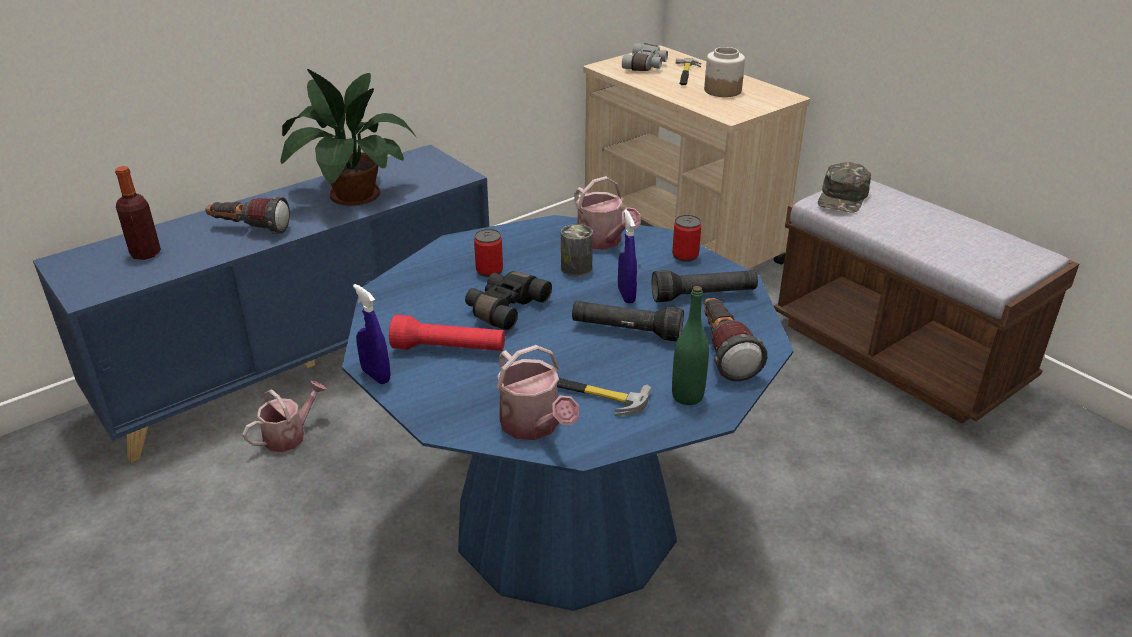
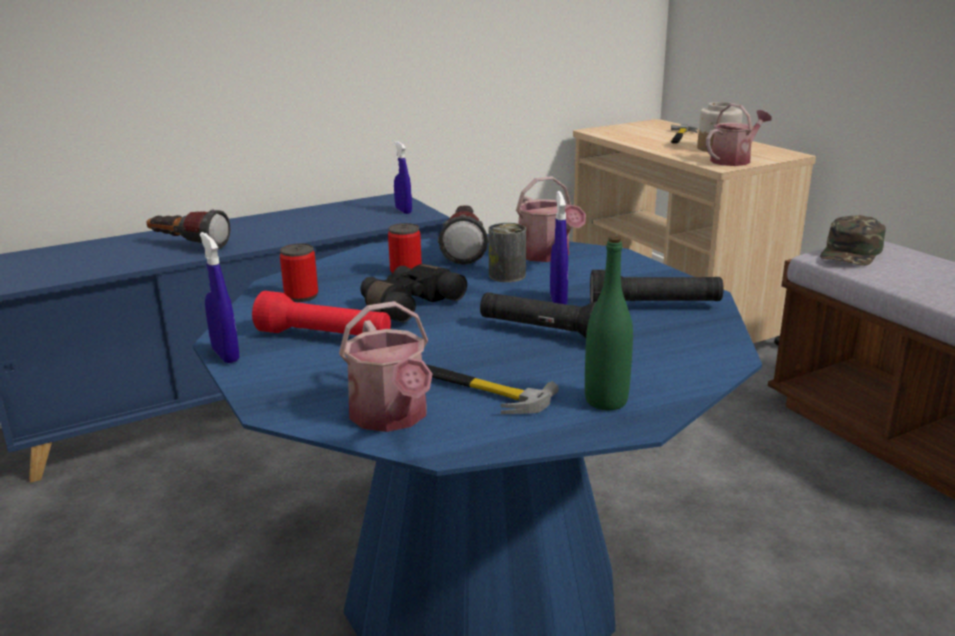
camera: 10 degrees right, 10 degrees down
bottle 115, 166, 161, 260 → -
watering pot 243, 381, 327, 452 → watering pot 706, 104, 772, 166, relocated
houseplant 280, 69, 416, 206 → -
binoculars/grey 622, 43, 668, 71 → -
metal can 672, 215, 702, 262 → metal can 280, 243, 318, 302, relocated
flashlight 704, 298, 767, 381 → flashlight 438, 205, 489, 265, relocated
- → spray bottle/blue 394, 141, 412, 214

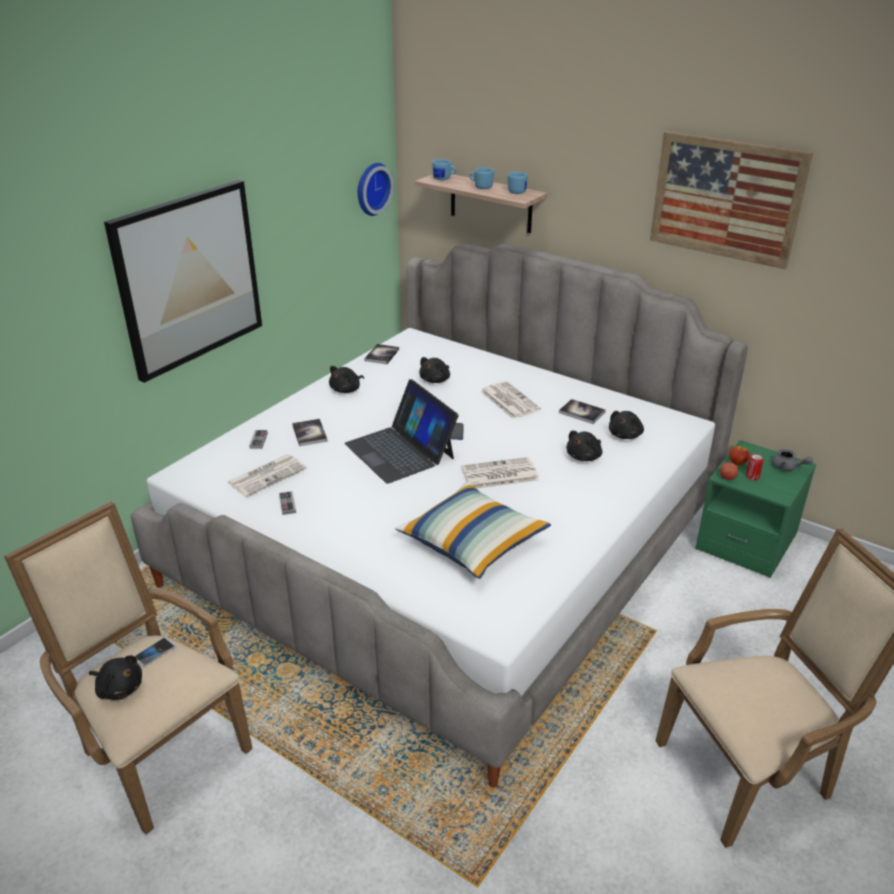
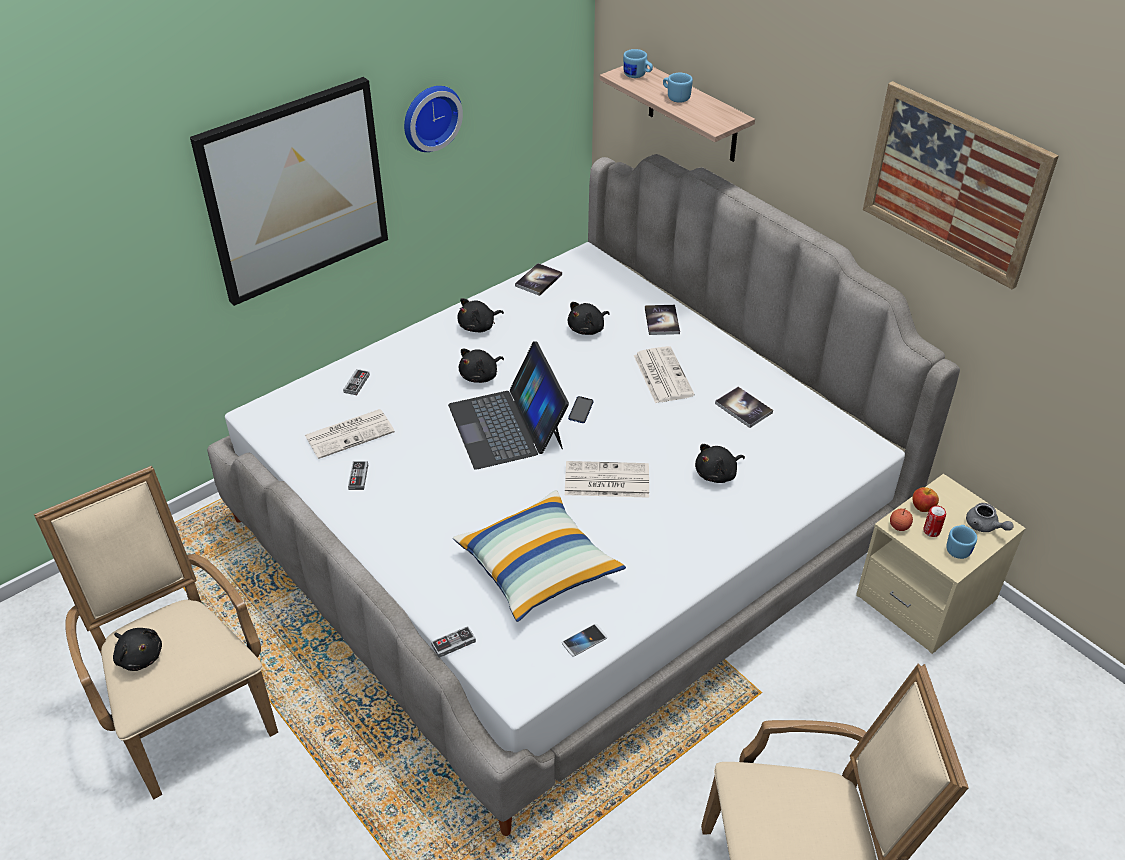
camera: 15 degrees right, 10 degrees up
phone 134, 637, 176, 667 → phone 562, 624, 607, 657, relocated
bound book 292, 419, 328, 446 → bound book 645, 305, 680, 335, relocated
wall clock 358, 163, 394, 216 → wall clock 404, 86, 463, 152, relocated
mug/blue 508, 172, 528, 194 → mug/blue 946, 525, 977, 559, relocated
cuddly toy/black 609, 411, 644, 439 → cuddly toy/black 459, 349, 504, 383, relocated
bedside table/green 695, 440, 816, 578 → bedside table/beige-coloured 856, 474, 1026, 654
- → game controller 431, 626, 476, 658

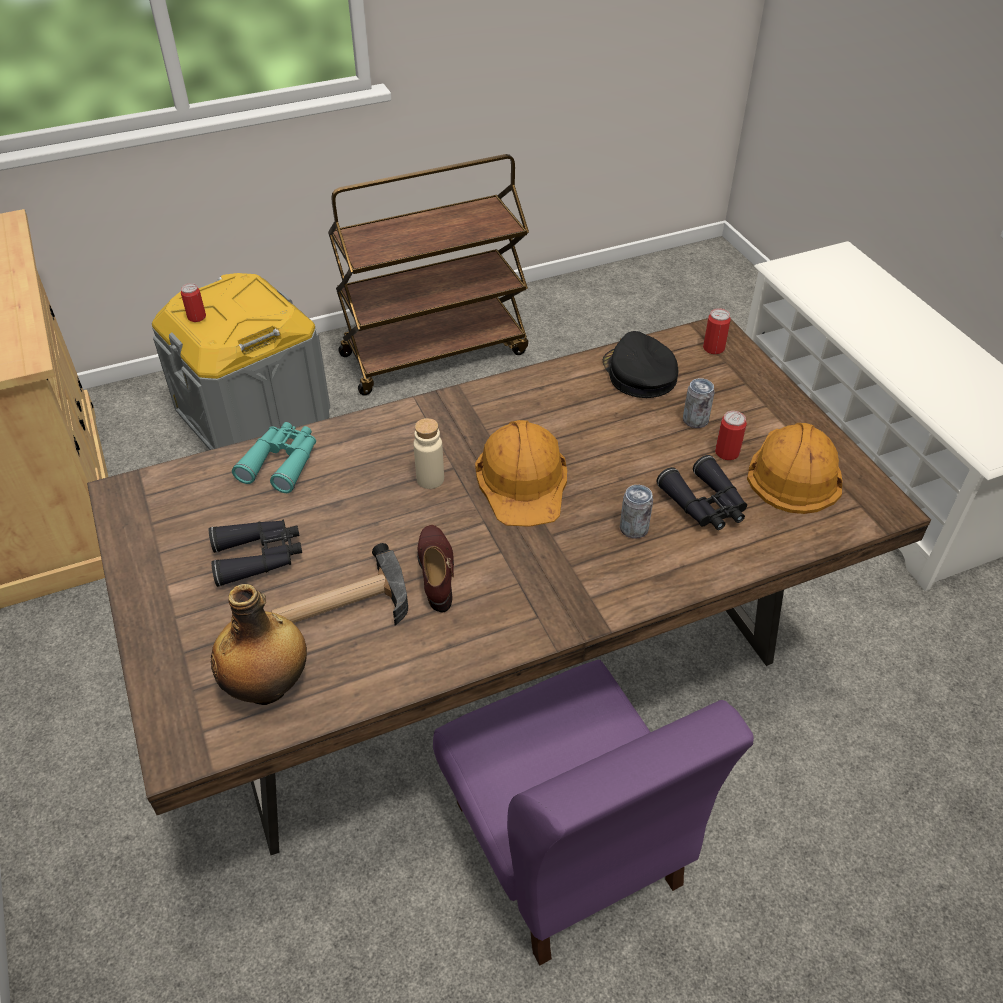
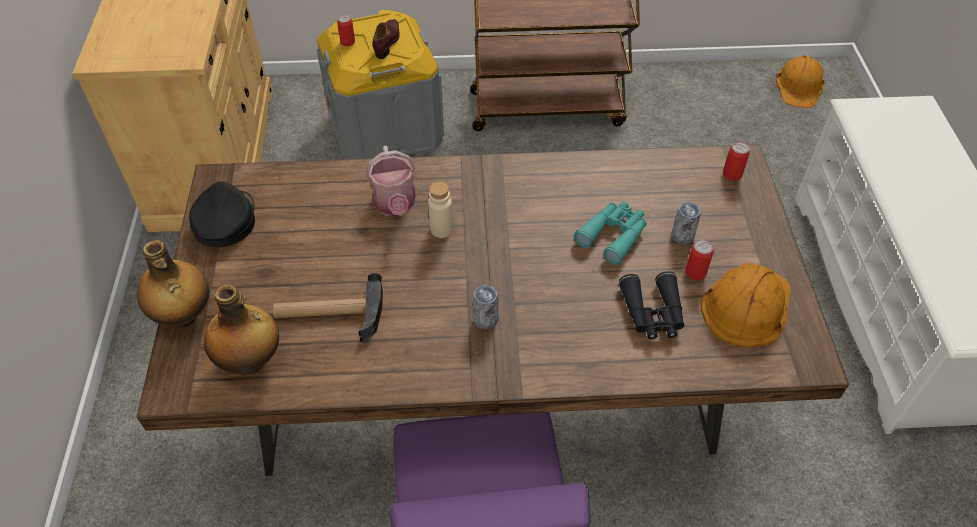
camera: 20 degrees right, 5 degrees up
binoculars/black 209, 520, 302, 587 → -
binoculars/blue-green 232, 422, 316, 493 → binoculars/blue-green 574, 201, 647, 265, relocated
shoe/brownish 417, 525, 454, 612 → shoe/brownish 372, 19, 399, 59, relocated
safety helmet/orangey 475, 420, 567, 527 → safety helmet/orangey 776, 56, 824, 108, relocated
baseball cap/black 603, 331, 678, 398 → baseball cap/black 189, 181, 255, 247, relocated
metal can 620, 485, 653, 539 → metal can 473, 285, 498, 329, relocated
- → bottle 137, 240, 209, 327
- → watering pot 366, 145, 416, 216

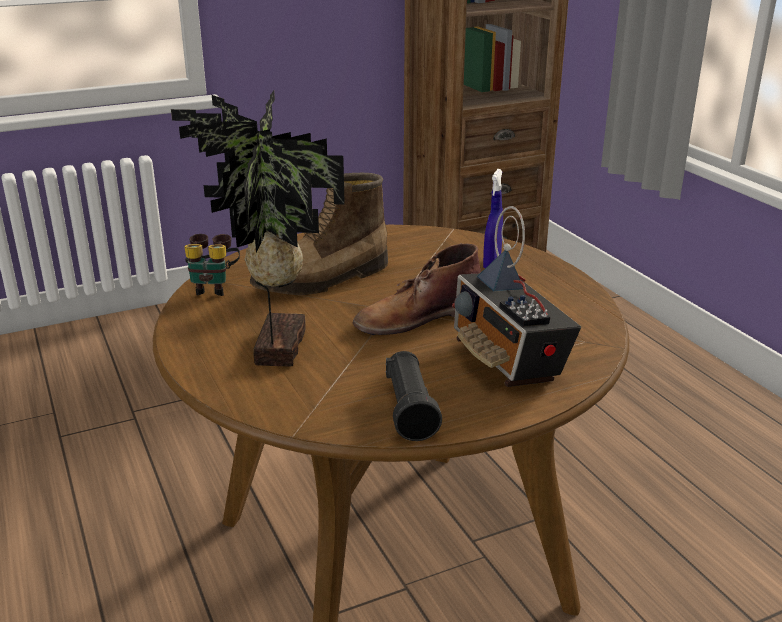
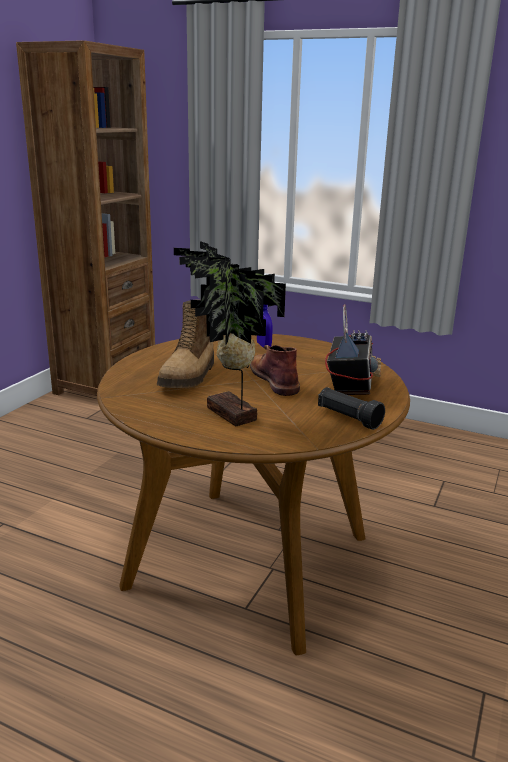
camera: 40 degrees left, 5 degrees down
binoculars 184, 234, 240, 296 → -
tall boot/brownish 353, 243, 481, 335 → tall boot/brownish 250, 345, 300, 396, 135 degrees clockwise
radio receiver 452, 206, 581, 387 → radio receiver 325, 304, 381, 395, 105 degrees counterclockwise

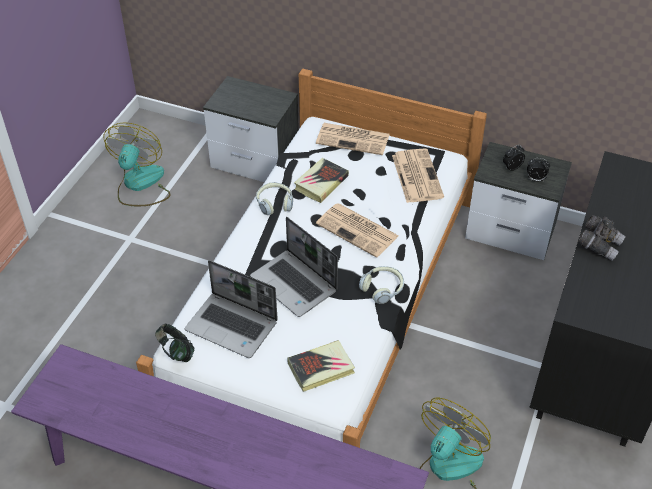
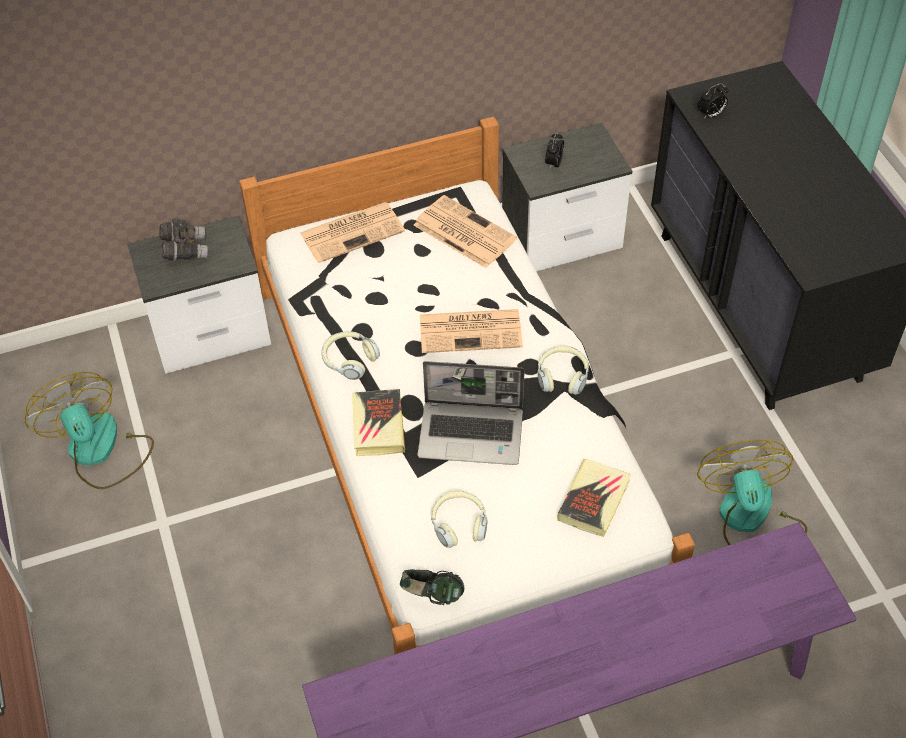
camera: 40 degrees left, 5 degrees up
notebook computer 185, 260, 278, 358 → headphones 431, 490, 488, 548
bound book 294, 158, 349, 203 → bound book 352, 389, 405, 456, relocated
bedside clock 527, 158, 550, 182 → bedside clock 697, 83, 729, 119, relocated
binoculars/grey 578, 215, 626, 261 → binoculars/grey 159, 219, 208, 261, relocated

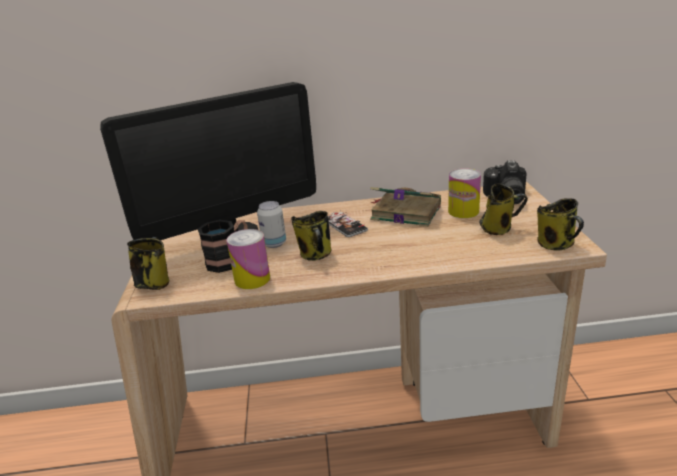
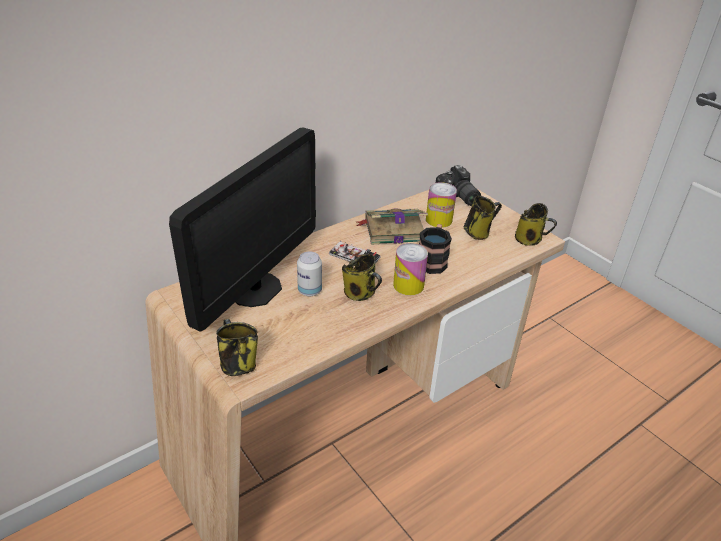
camera: 35 degrees left, 10 degrees up
mug 198, 220, 248, 273 → mug 419, 224, 452, 274, relocated
metal can 227, 229, 270, 289 → metal can 393, 243, 428, 295, relocated

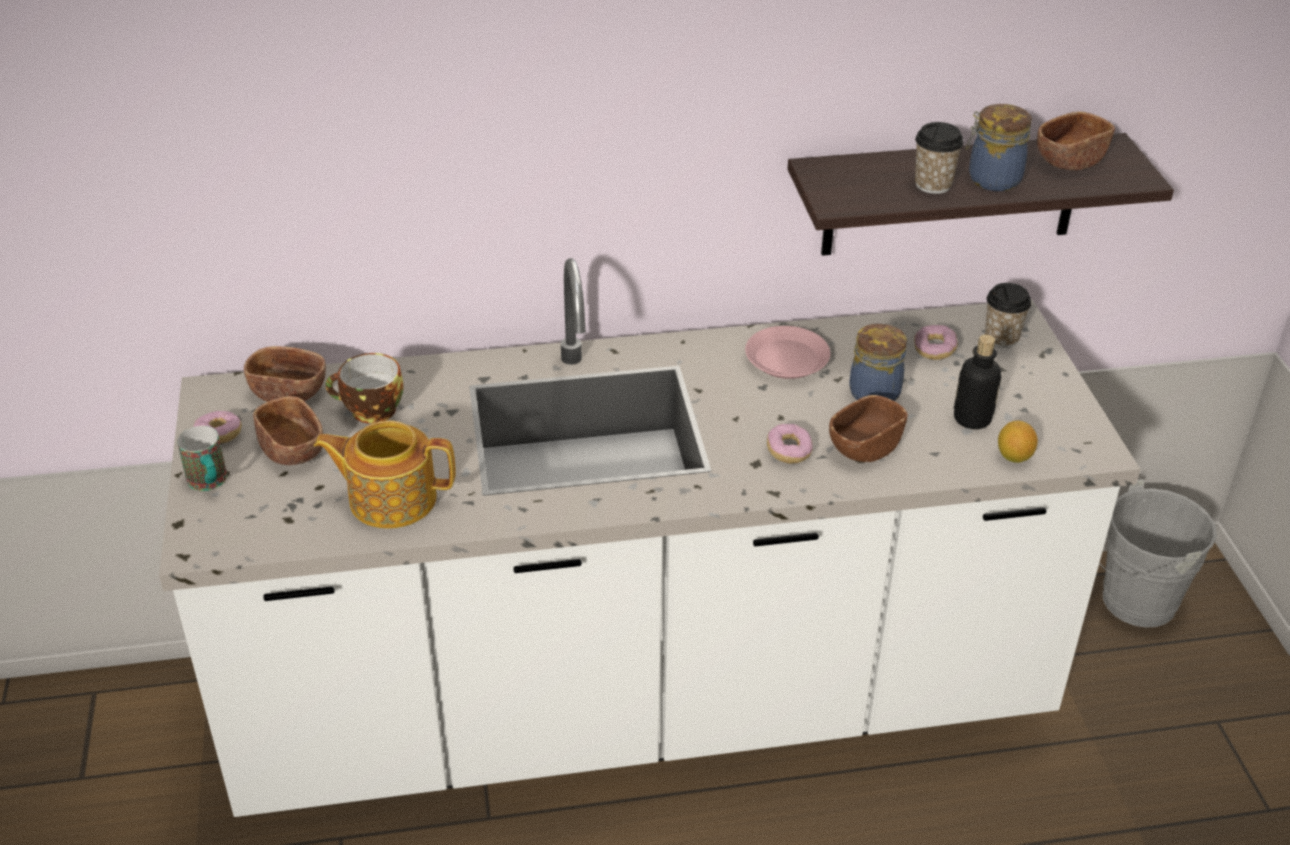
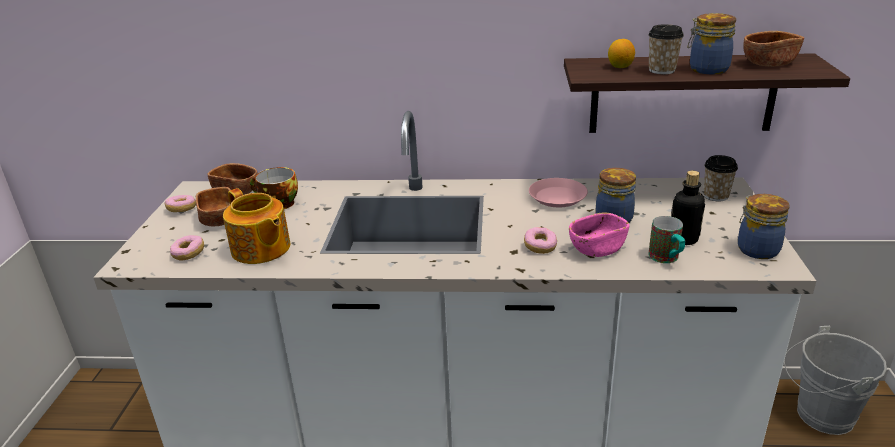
camera: 15 degrees right, 10 degrees down
mug 177, 426, 227, 491 → mug 648, 216, 685, 263, relocated
pot for tea 313, 420, 456, 529 → pot for tea 223, 188, 290, 264, 150 degrees counterclockwise
deep dish/brownish 829, 395, 908, 462 → deep dish/pinkish 569, 212, 629, 257
donut 914, 325, 958, 360 → donut 170, 235, 204, 261, relocated
whole lemon 998, 420, 1038, 463 → whole lemon 608, 39, 635, 68, relocated
- → jar 738, 194, 790, 259

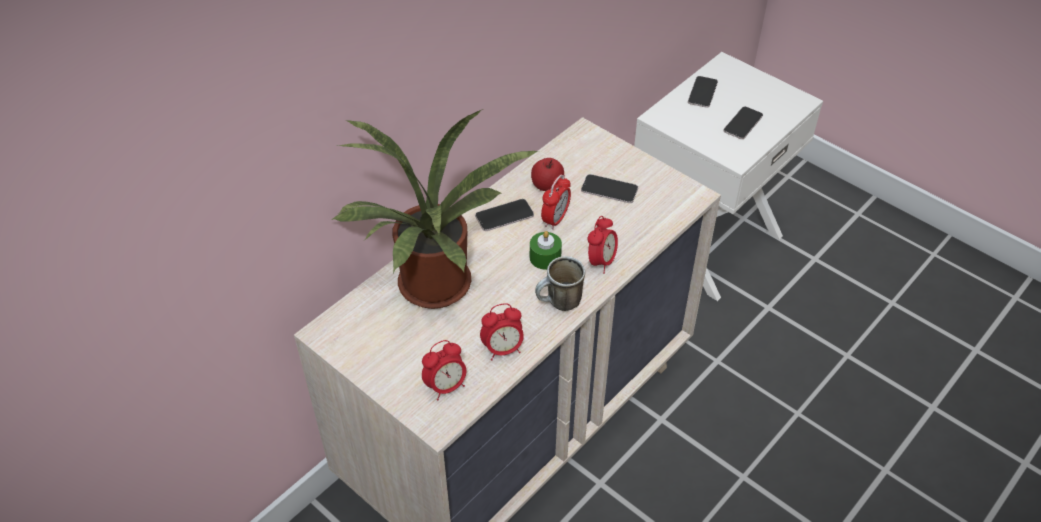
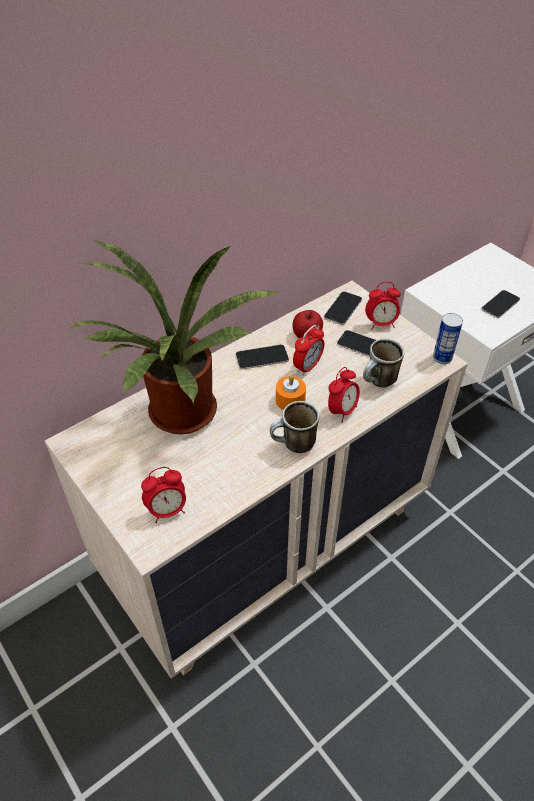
camera: 10 degrees right, 0 degrees up
bedside clock 480, 303, 524, 360 → bedside clock 365, 282, 401, 330, relocated
candle/green 530, 231, 562, 270 → candle/orangey 276, 375, 306, 410
phone 688, 76, 718, 108 → phone 324, 291, 362, 325, relocated
- → mug 363, 338, 404, 387
- → metal can 433, 313, 463, 364

